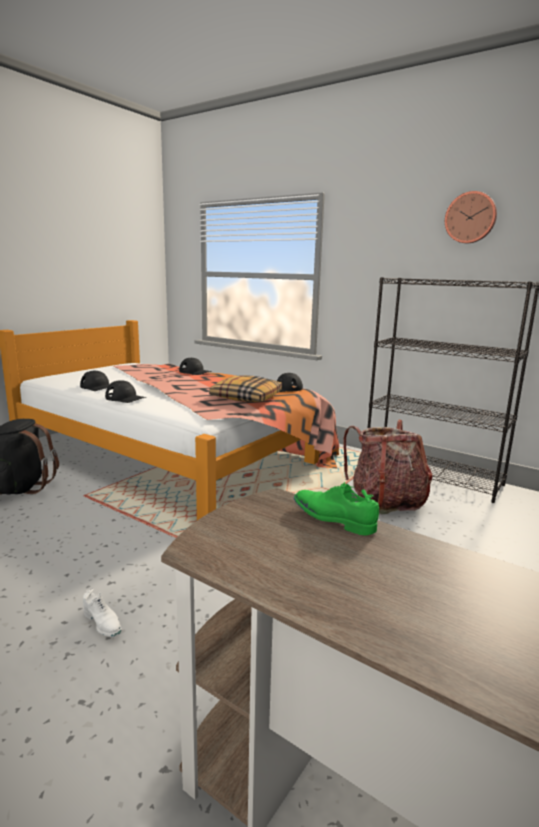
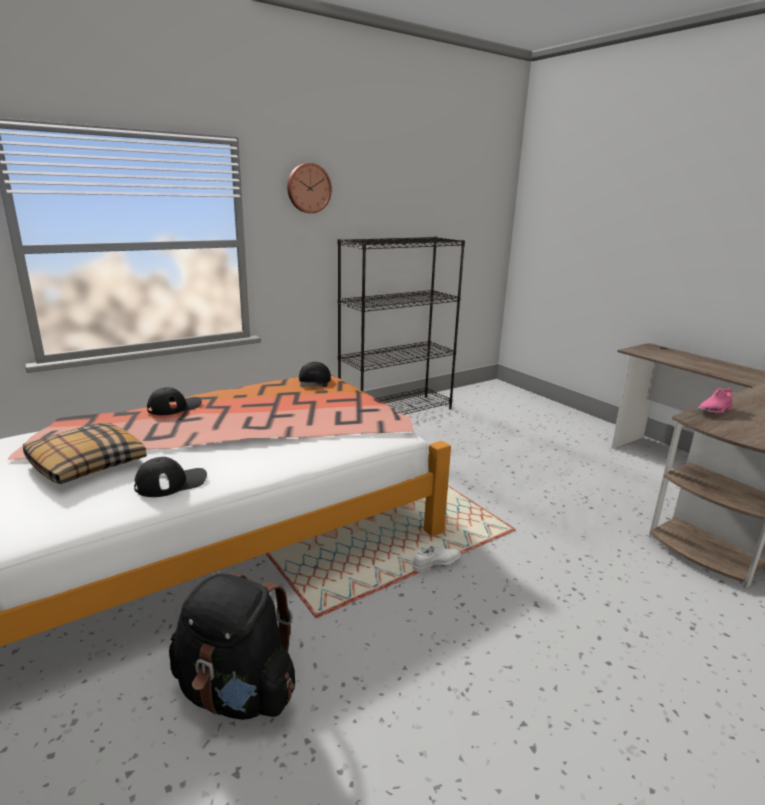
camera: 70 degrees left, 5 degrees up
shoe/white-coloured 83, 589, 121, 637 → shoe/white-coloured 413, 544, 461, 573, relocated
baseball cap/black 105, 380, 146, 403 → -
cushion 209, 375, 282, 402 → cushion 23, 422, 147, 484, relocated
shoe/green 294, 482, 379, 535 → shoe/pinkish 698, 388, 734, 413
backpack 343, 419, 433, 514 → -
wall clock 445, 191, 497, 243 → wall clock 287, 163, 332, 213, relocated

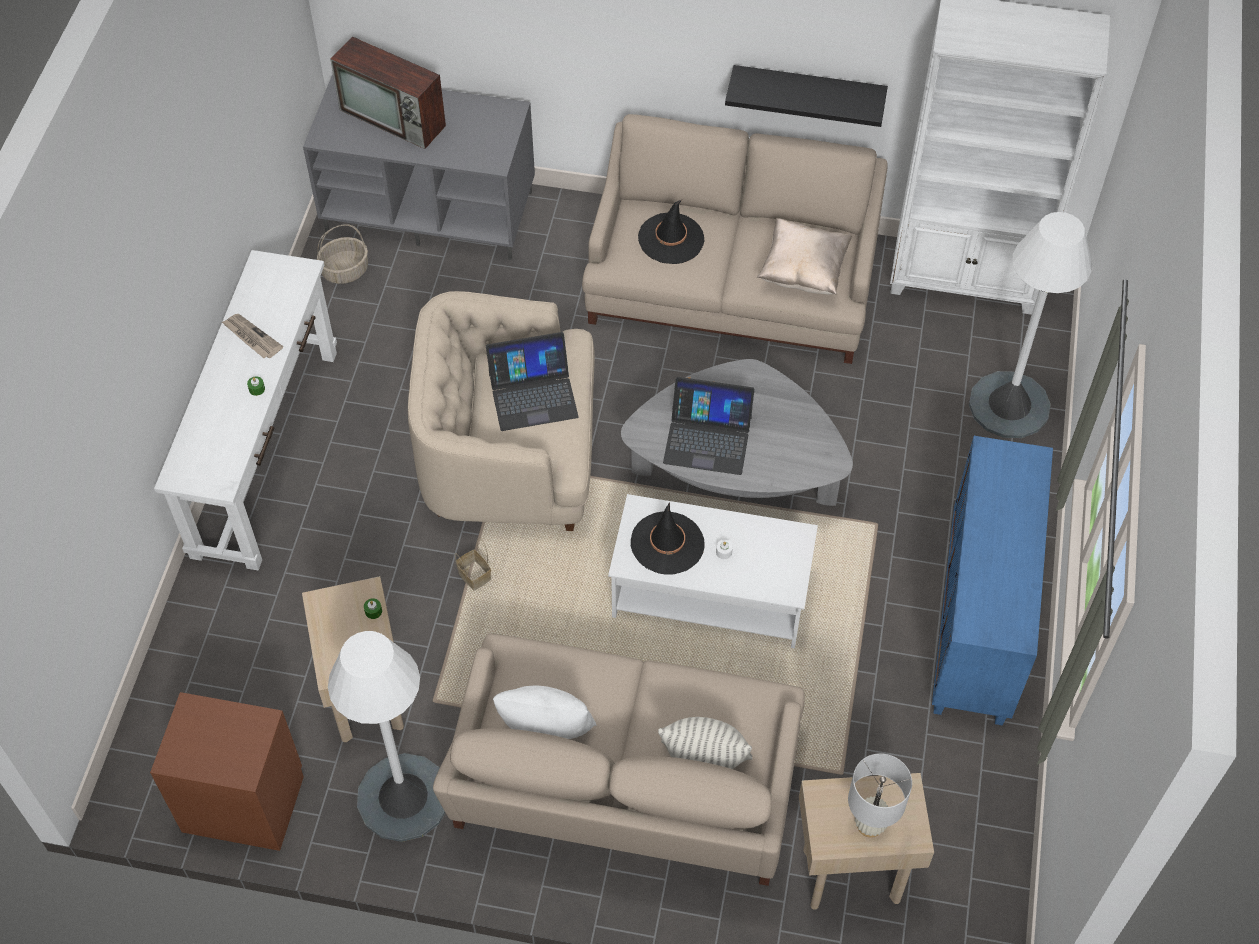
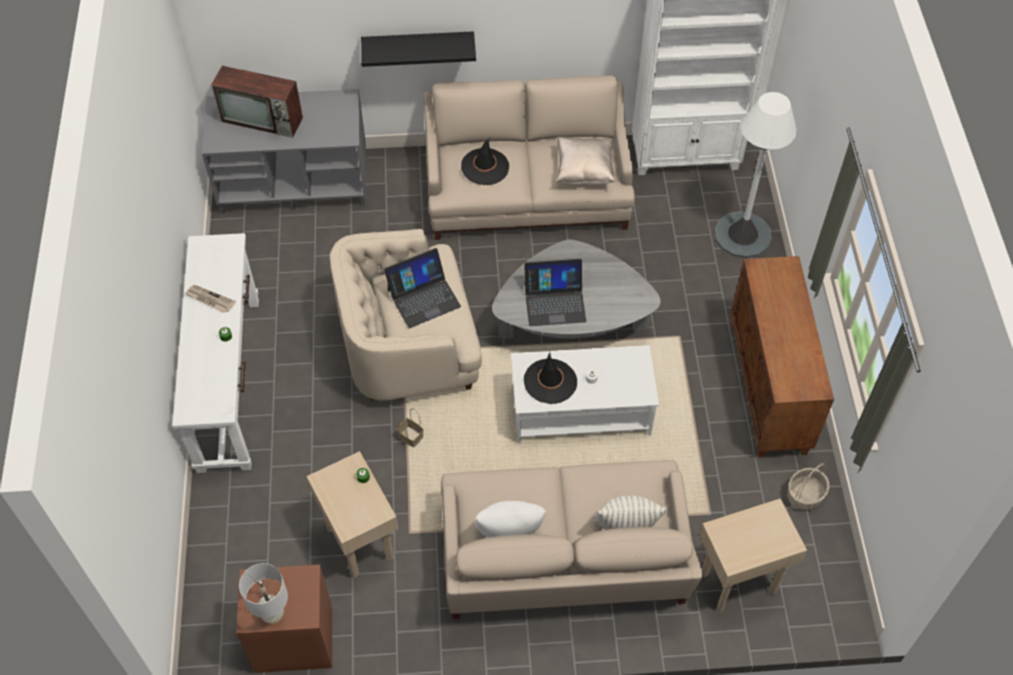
camera: 15 degrees left, 0 degrees up
storage basket 317, 224, 368, 284 → storage basket 787, 463, 829, 510, relocated
standard lamp/white-coloured 328, 631, 445, 842 → -
bracket shelf/black 725, 65, 888, 127 → bracket shelf/black 361, 31, 476, 67, relocated
table lamp/white-coloured 848, 753, 912, 838 → table lamp/white-coloured 239, 563, 288, 624, relocated
cabinet/blue 932, 436, 1053, 725 → cabinet/brownish 731, 256, 834, 458

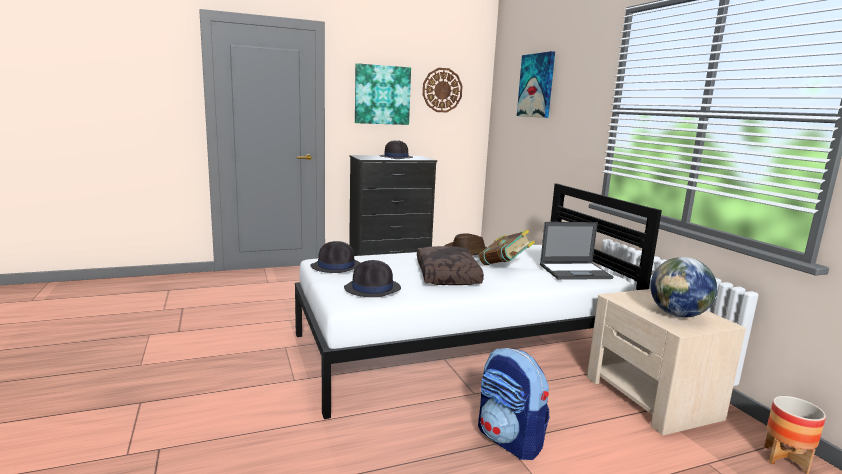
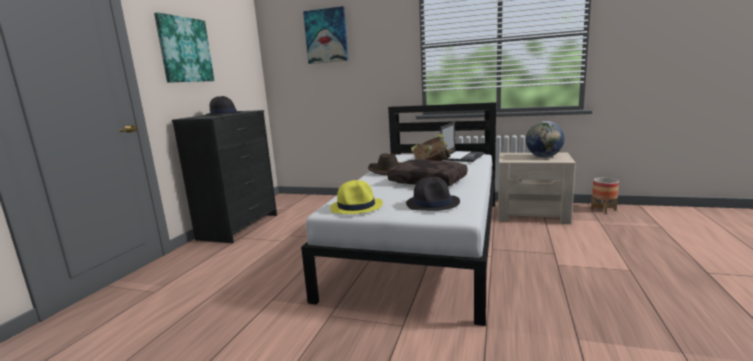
camera: 50 degrees left, 0 degrees up
wearable hat/black 311, 241, 360, 273 → wearable hat/yellowish 330, 180, 383, 214
wall clock 423, 68, 462, 113 → -
backpack 478, 348, 549, 460 → -

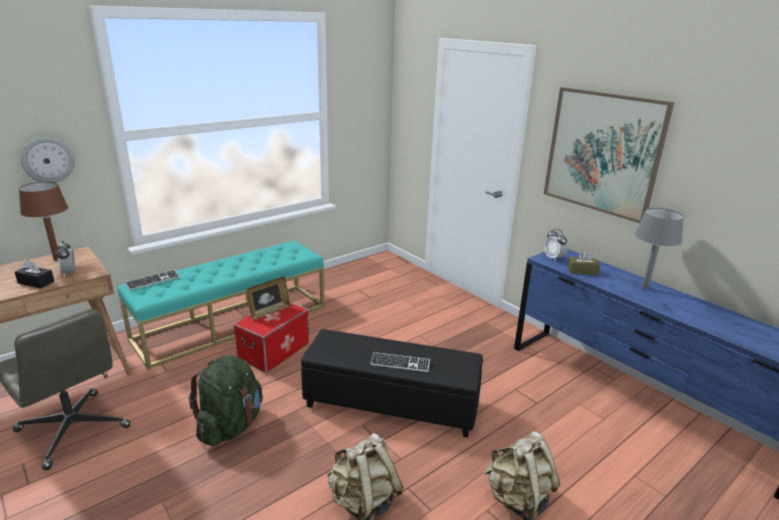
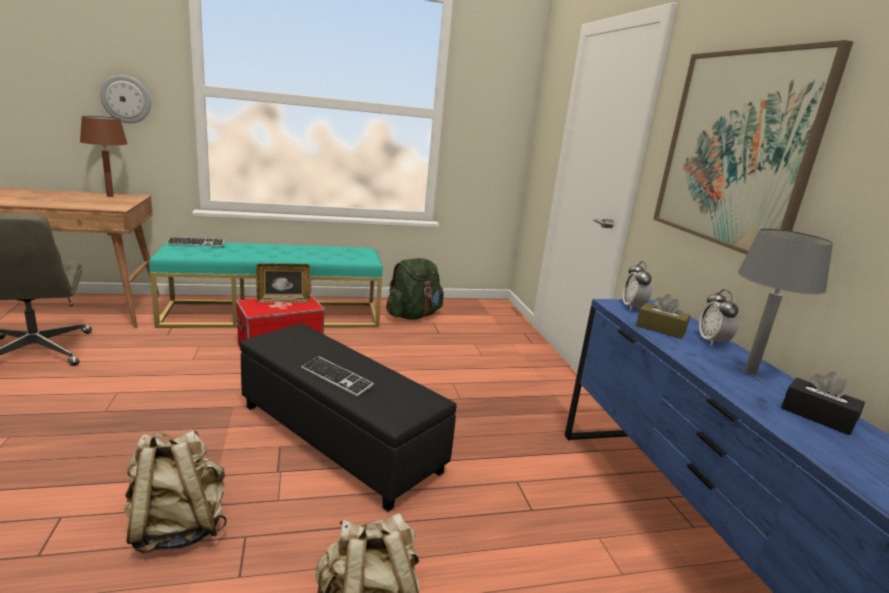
camera: 25 degrees right, 5 degrees down
tissue box/black 15, 260, 55, 289 → tissue box/black 781, 371, 865, 435, relocated
bedside clock 56, 240, 75, 277 → bedside clock 699, 289, 739, 346, relocated
backpack/green 188, 355, 263, 446 → backpack/green 386, 258, 444, 320, relocated

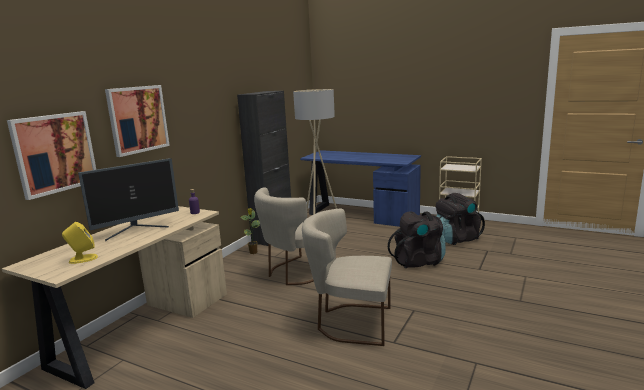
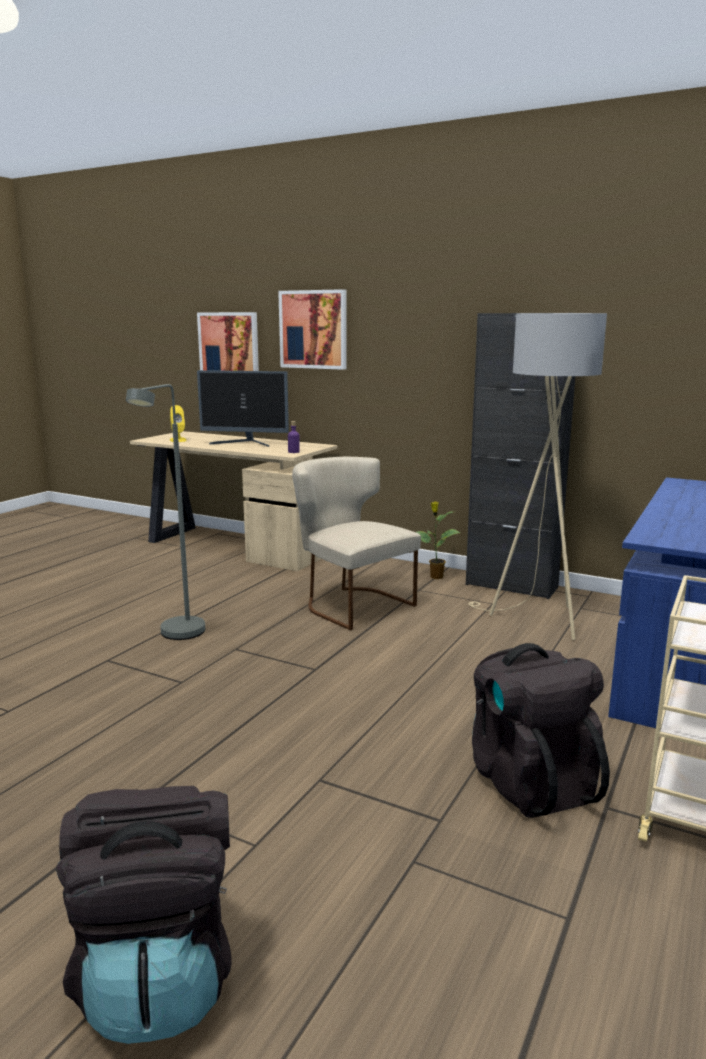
camera: 90 degrees right, 0 degrees up
computer display 78, 158, 179, 241 → computer display 197, 370, 289, 447, 45 degrees counterclockwise
plain chair/beige-coloured 302, 209, 392, 346 → standard lamp/grey 126, 384, 205, 640
backpack/black 388, 211, 446, 268 → backpack/black 55, 786, 231, 1044, relocated

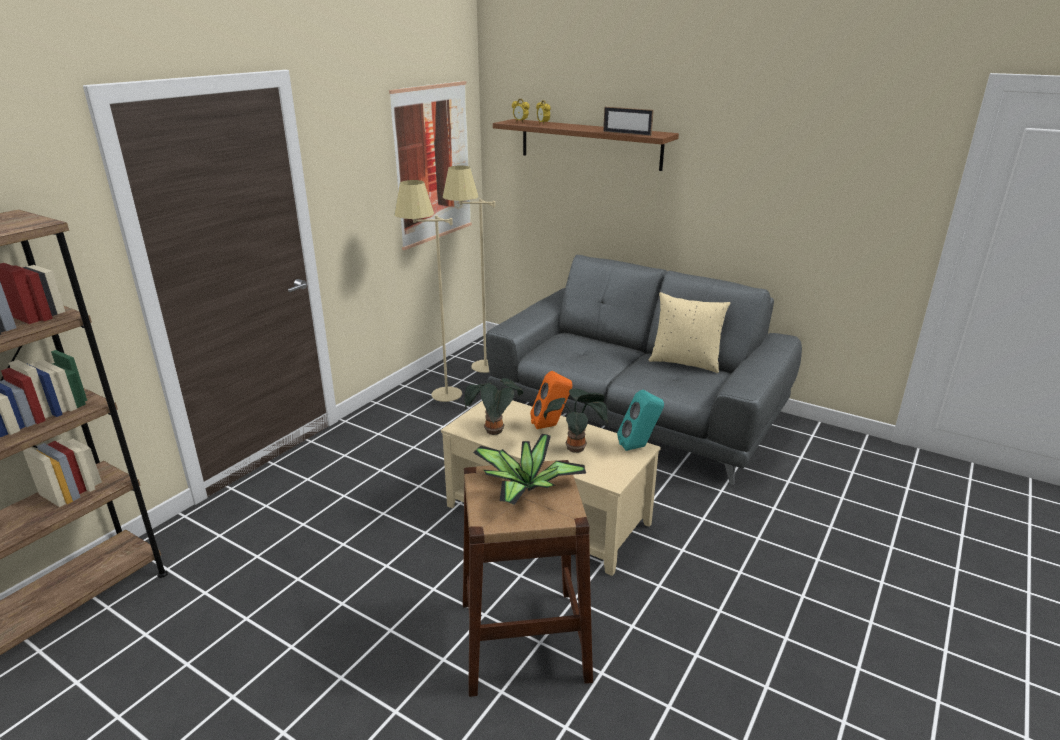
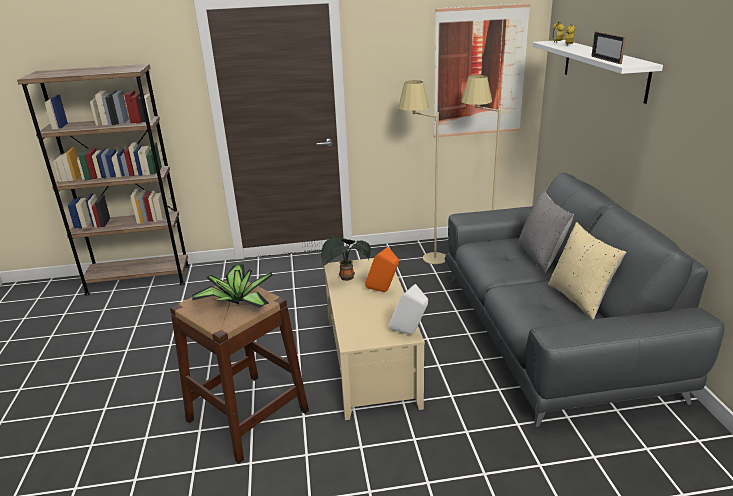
camera: 50 degrees right, 0 degrees up
bracket shelf/brownish 493, 119, 679, 171 → bracket shelf/white-coloured 532, 40, 663, 104
houseplant 543, 389, 608, 453 → -
loudspeaker/blue-green 617, 390, 664, 451 → loudspeaker/white-coloured 389, 284, 428, 335
- → cushion/grey 518, 191, 574, 273

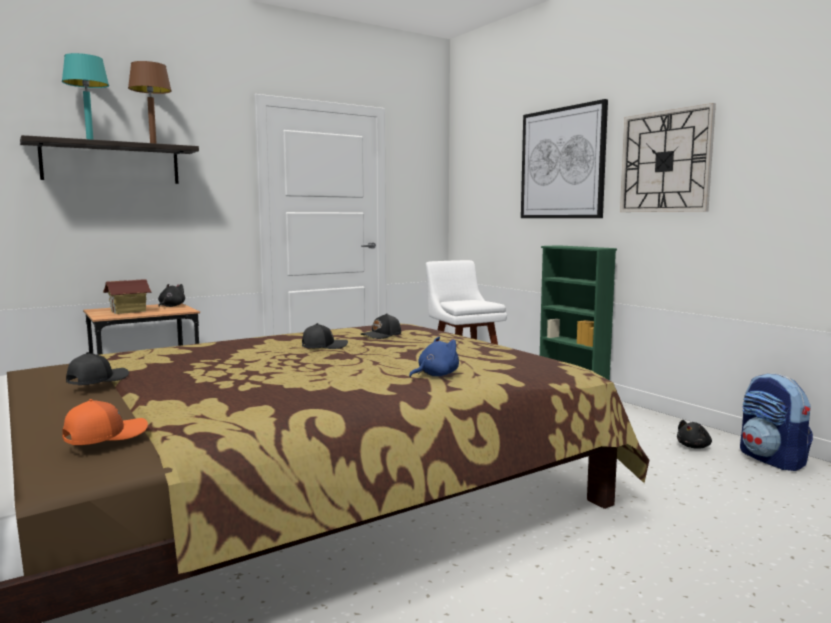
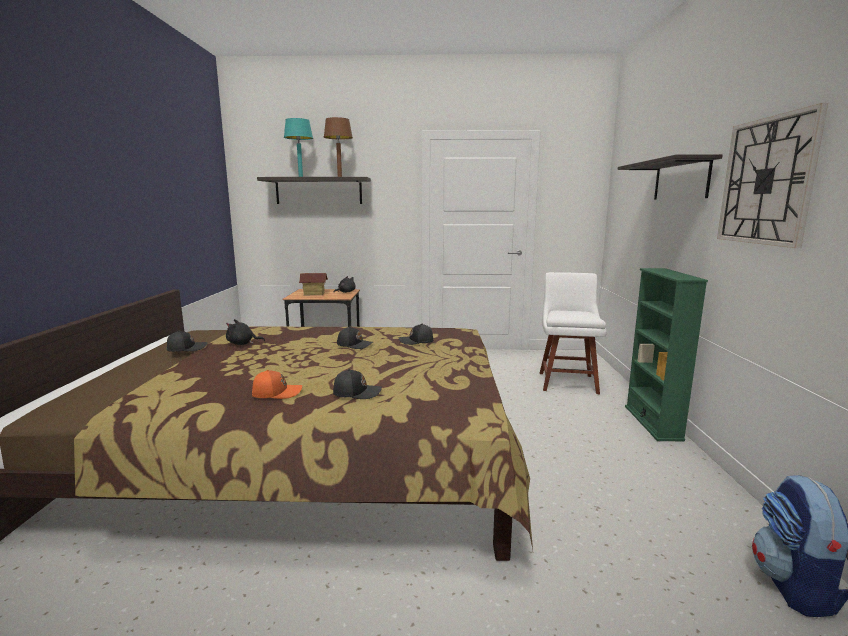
camera: 35 degrees right, 5 degrees up
baseball cap/orangey 62, 399, 148, 445 → baseball cap/orangey 252, 370, 302, 399, relocated
cuddly toy/blue 409, 337, 459, 377 → baseball cap/black 333, 369, 382, 399
picture 521, 99, 608, 218 → bracket shelf 618, 154, 722, 200
cuddly toy/black 677, 420, 712, 448 → cuddly toy/black 226, 319, 265, 345, relocated

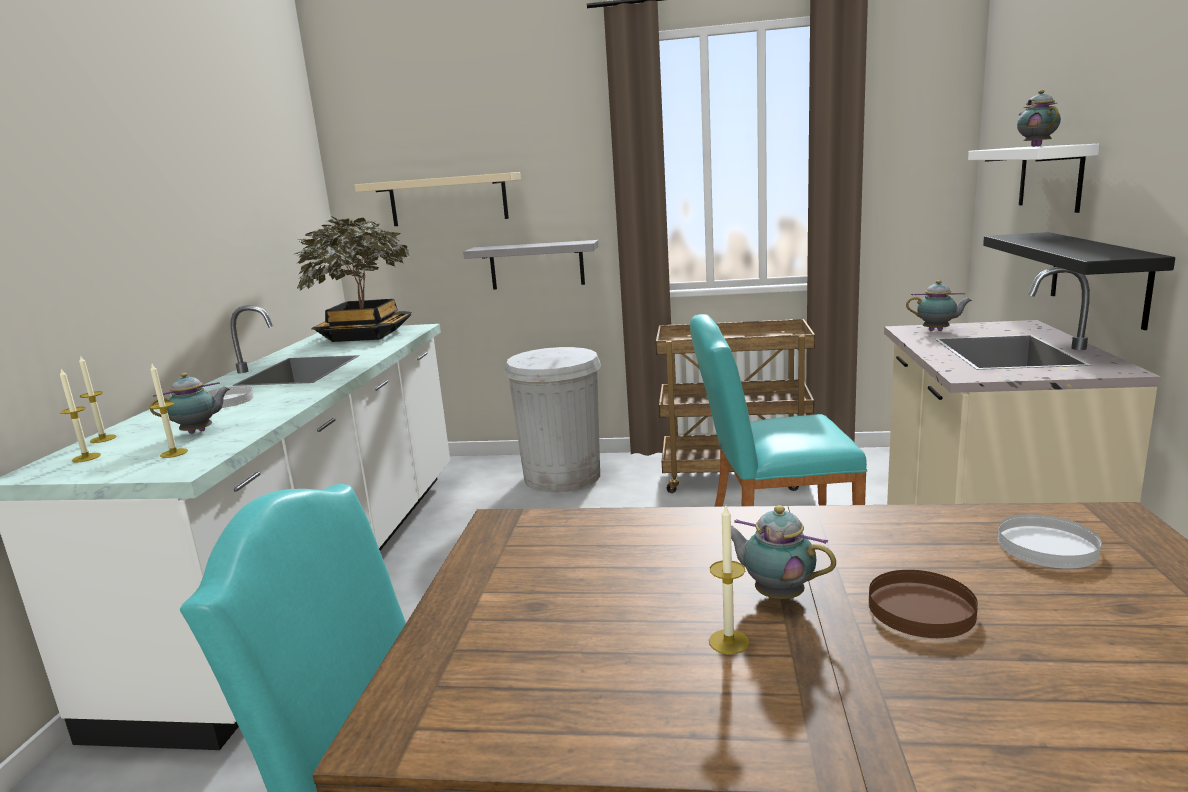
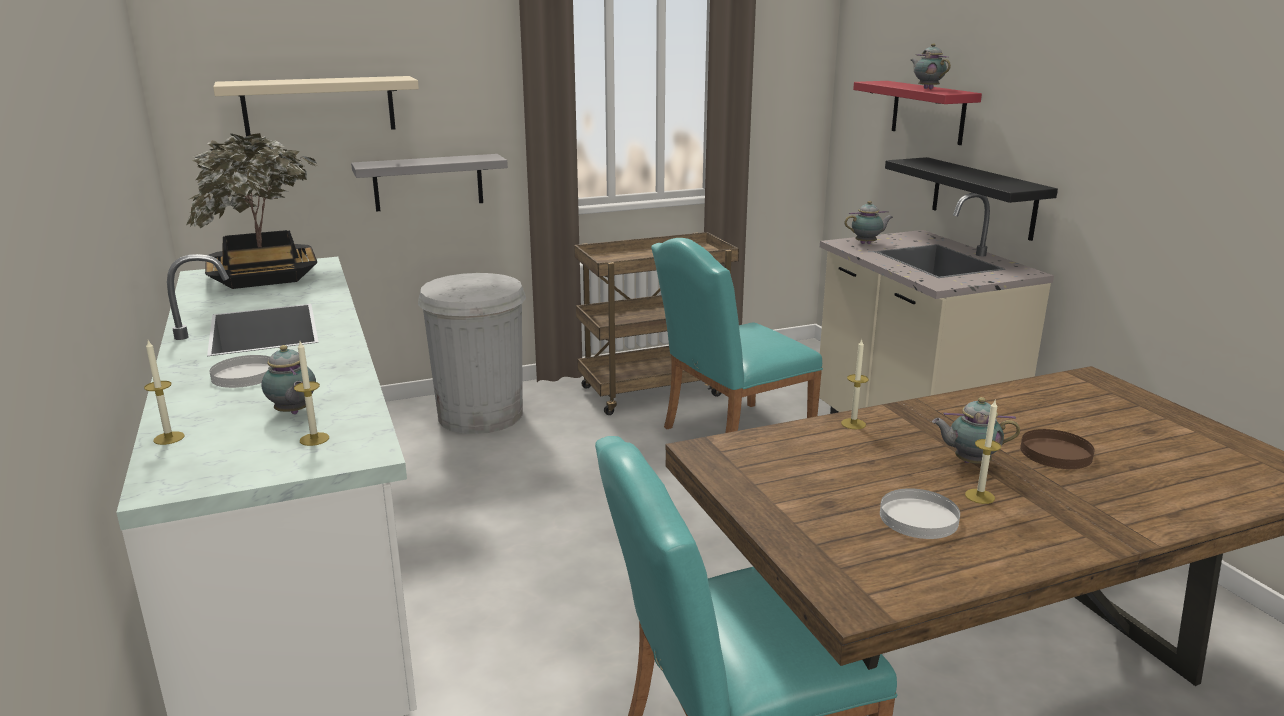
camera: 30 degrees left, 5 degrees up
candle 60, 369, 101, 463 → candle 841, 339, 869, 430, relocated
pot for tea 150, 373, 230, 434 → pot for tea 261, 345, 316, 414, 120 degrees clockwise
bracket shelf/white-coloured 968, 144, 1099, 213 → bracket shelf/red 853, 81, 982, 145
plate/white-coloured 998, 514, 1101, 569 → plate/white-coloured 880, 488, 960, 539, relocated

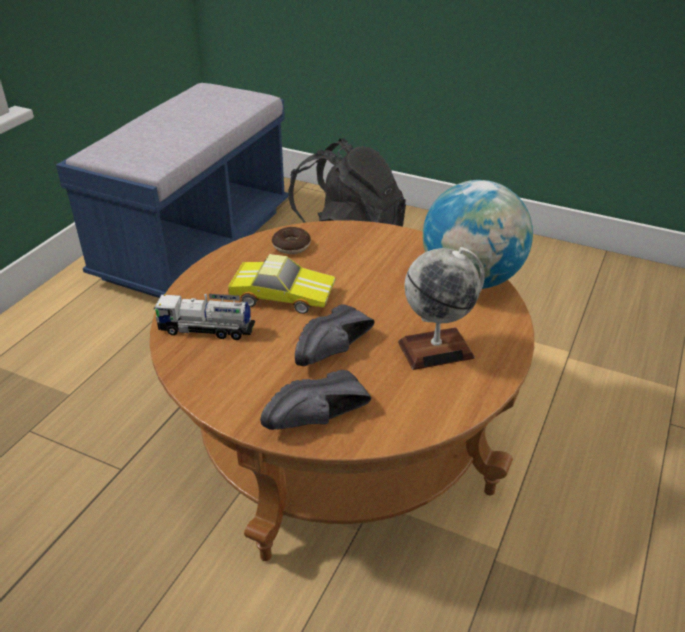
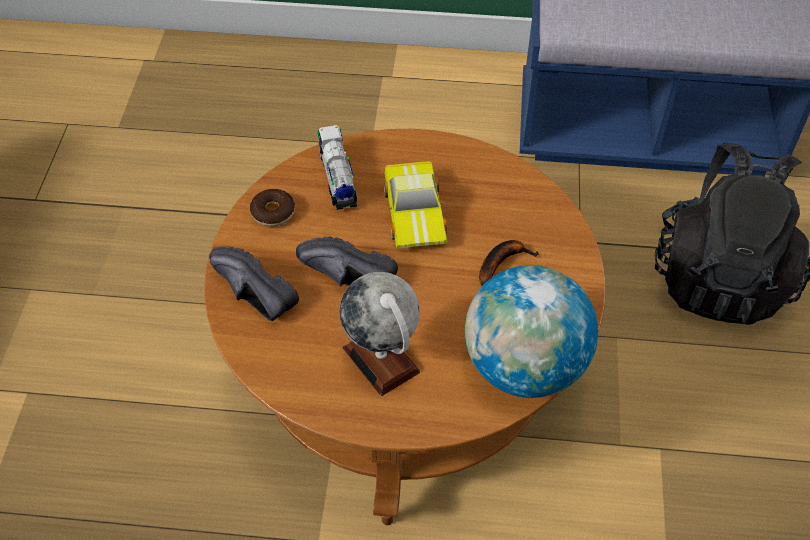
camera: 70 degrees right, 15 degrees up
donut 272, 227, 311, 254 → donut 250, 189, 295, 226, relocated
- → banana fruit 479, 240, 539, 286

